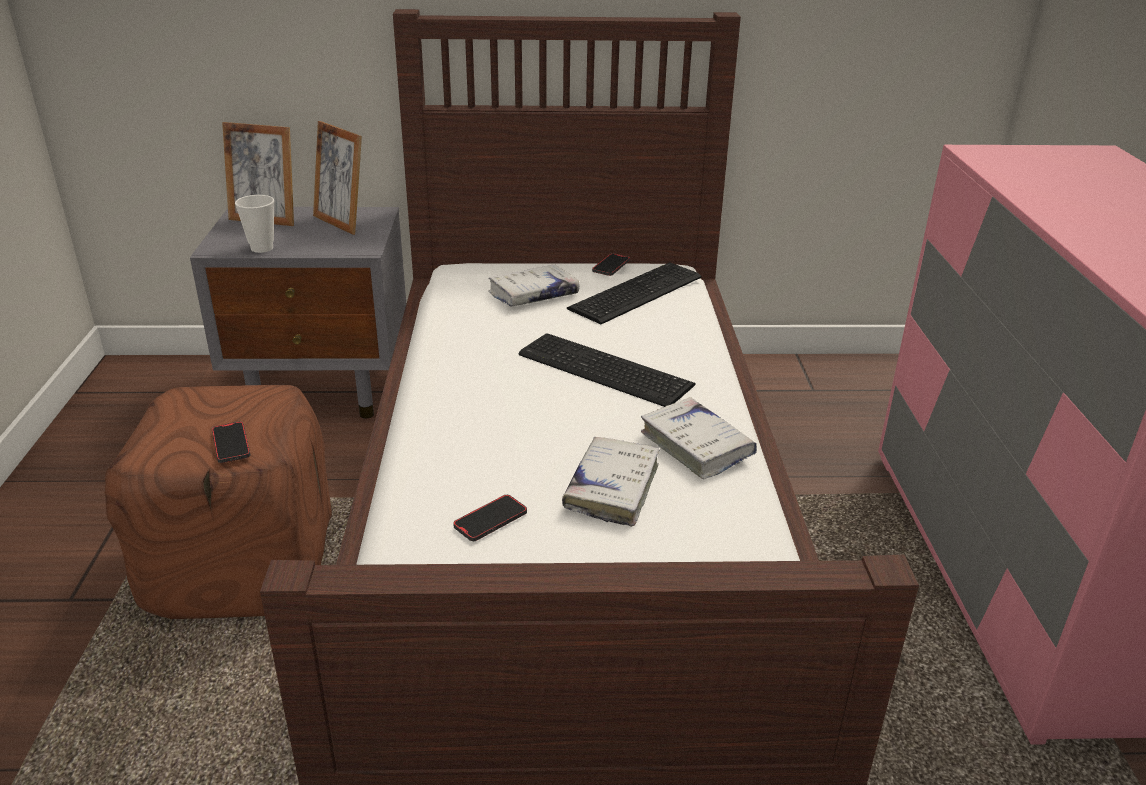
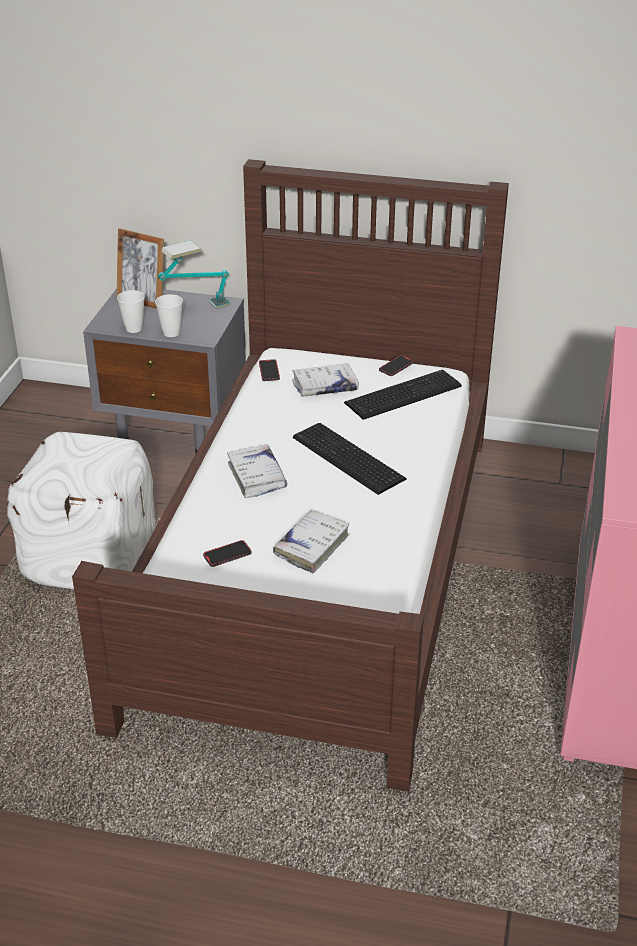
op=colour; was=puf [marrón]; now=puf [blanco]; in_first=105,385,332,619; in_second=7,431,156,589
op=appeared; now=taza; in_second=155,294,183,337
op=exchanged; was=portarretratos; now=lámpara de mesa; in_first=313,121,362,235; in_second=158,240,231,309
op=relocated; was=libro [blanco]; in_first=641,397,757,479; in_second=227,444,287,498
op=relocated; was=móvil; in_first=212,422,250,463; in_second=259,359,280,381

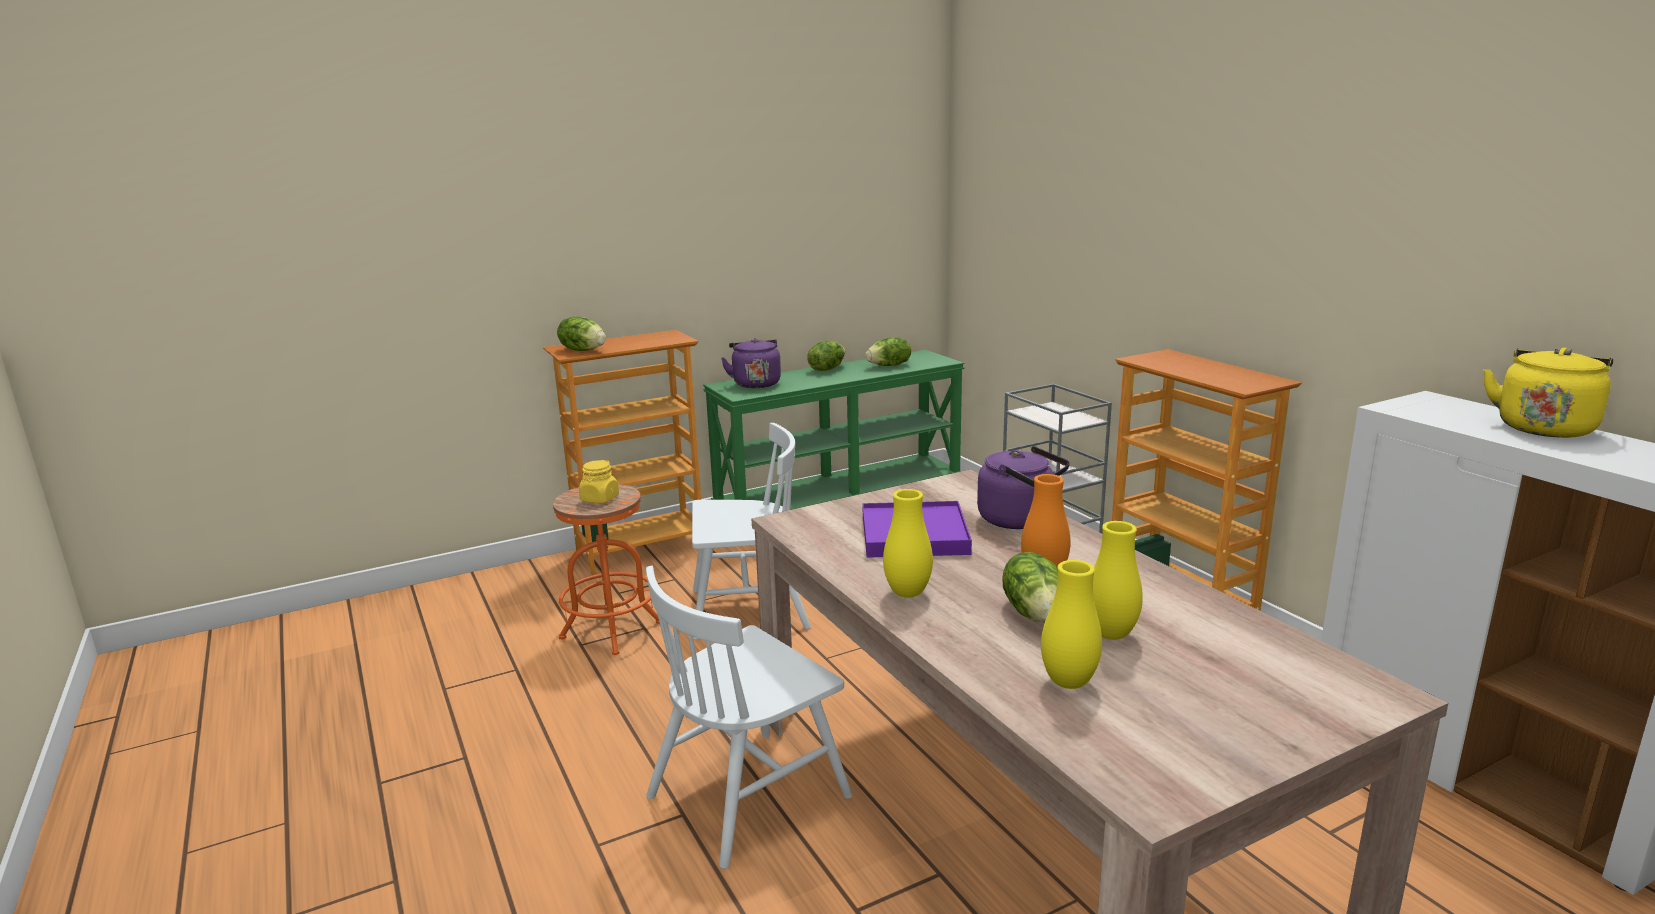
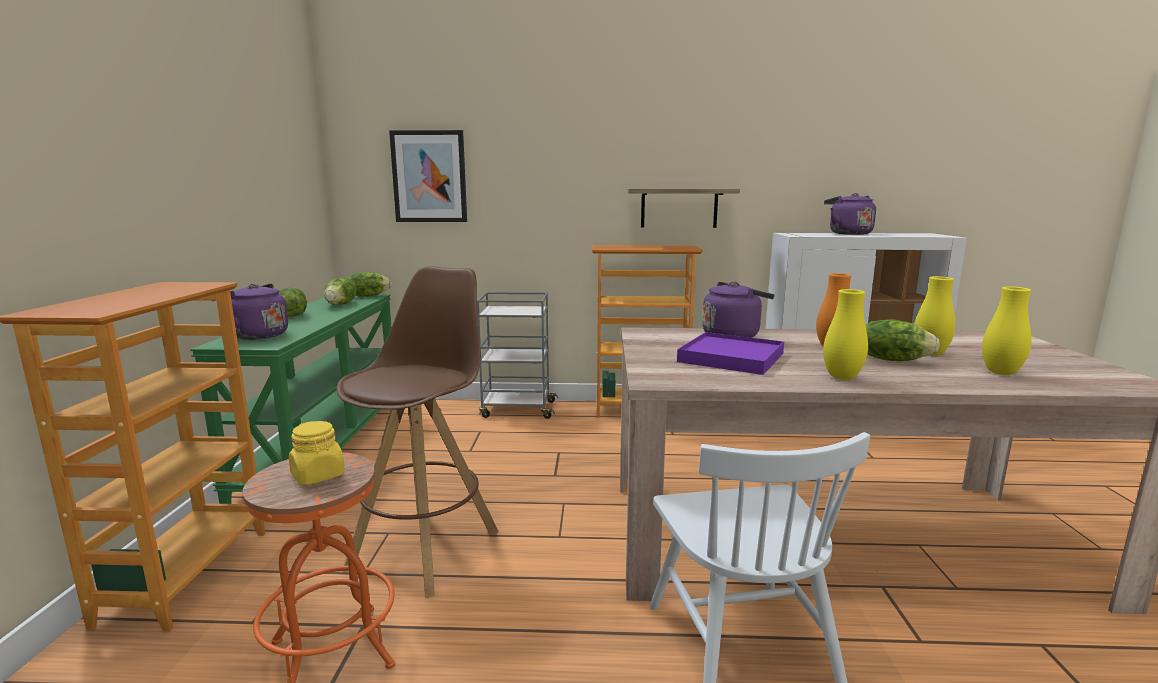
op=exchanged; was=silla [blanco]; now=taburete [marrón]; in_first=692,423,811,640; in_second=336,266,499,598
op=relocated; was=lechuga; in_first=557,317,606,351; in_second=348,272,392,297
op=appeared; now=cuadro; in_second=389,130,467,222
op=appeared; now=estante; in_second=627,189,740,228
op=colour; was=hervidor [amarillo]; now=hervidor [morado]; in_first=1483,348,1613,438; in_second=824,193,876,235

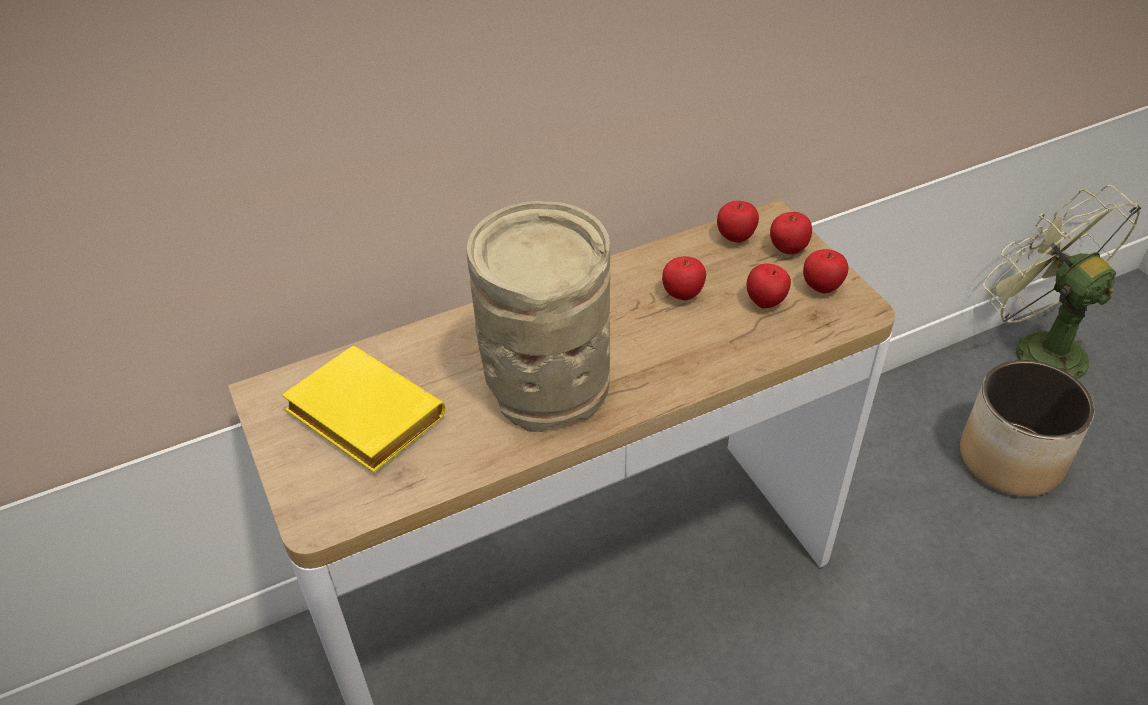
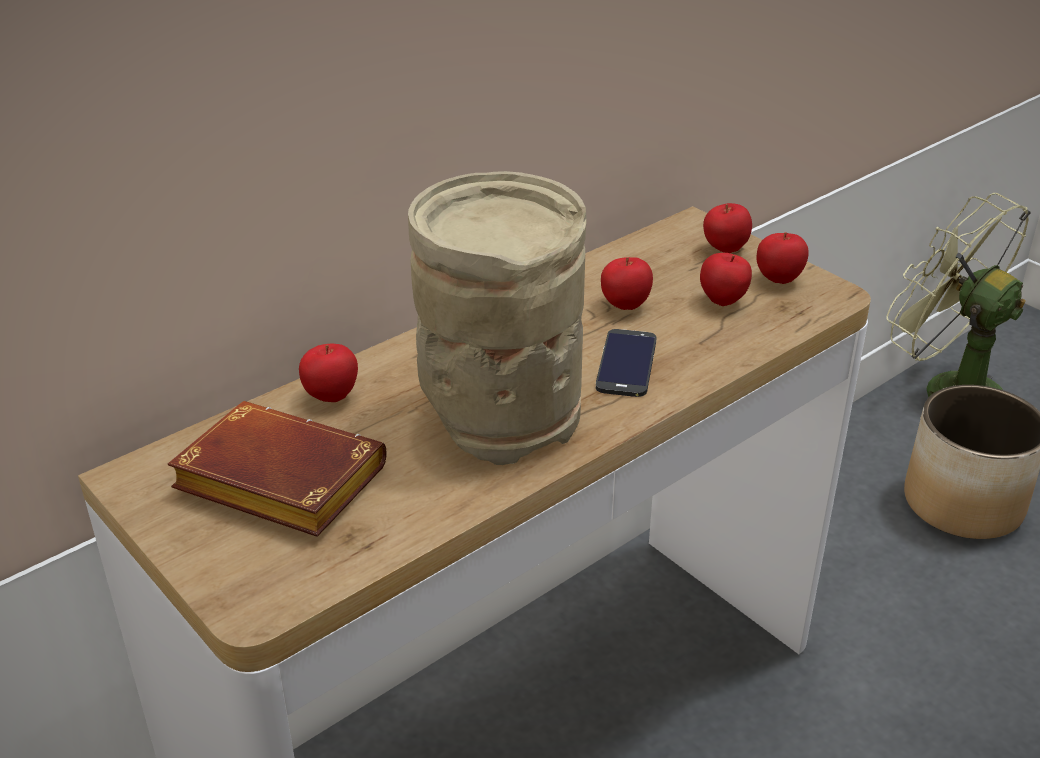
op=colour; was=libro [amarillo]; now=libro [marrón]; in_first=282,346,445,473; in_second=168,401,387,537
op=relocated; was=manzana; in_first=717,201,759,243; in_second=299,344,358,402
op=appeared; now=móvil; in_second=596,329,656,397

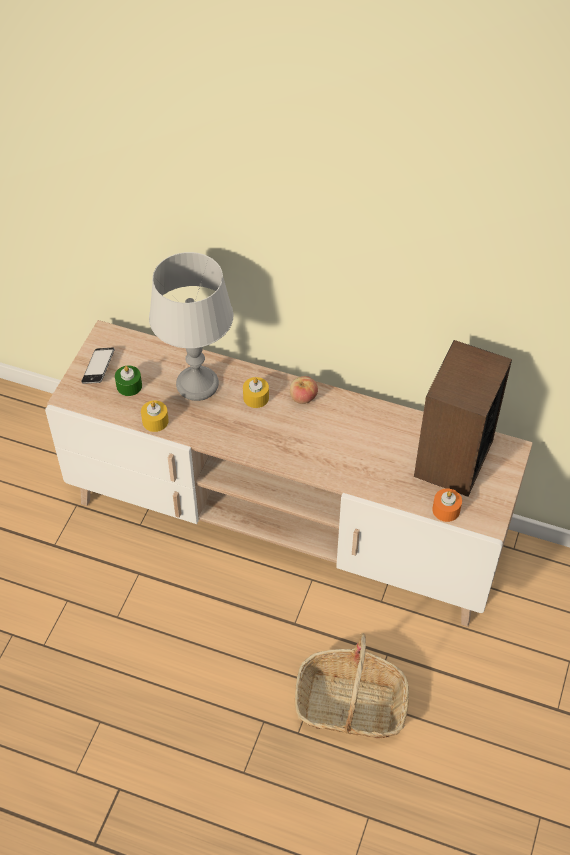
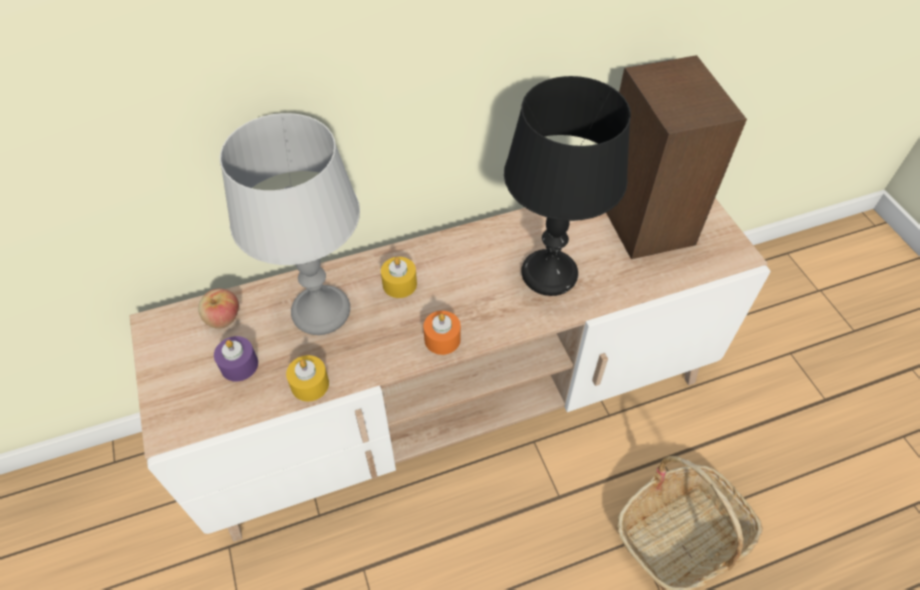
op=relocated; was=manzana; in_first=290,376,318,404; in_second=198,289,239,329
op=colour; was=vela [verde]; now=vela [morado]; in_first=115,365,142,396; in_second=214,336,258,381
op=relocated; was=vela [naranja]; in_first=432,488,462,522; in_second=424,311,461,355
op=appeared; now=lámpara de mesa [negro]; in_second=504,76,631,296
op=missing; was=móvil; in_first=81,347,115,384

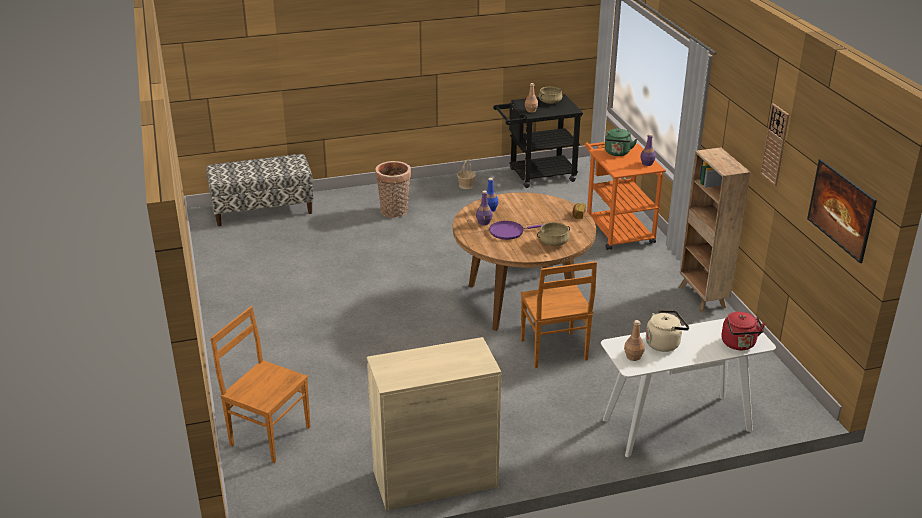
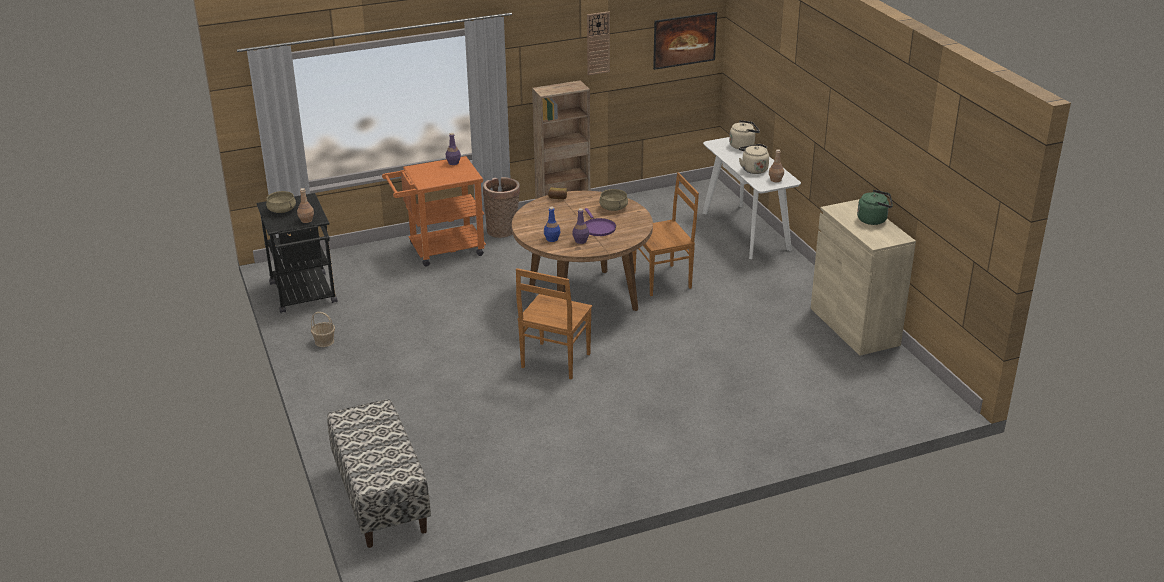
op=relocated; was=cesta; in_first=375,161,411,218; in_second=483,177,520,238
op=relocated; was=silla [marrón]; in_first=210,306,310,463; in_second=516,268,592,380
op=colour; was=hervidor [rojo]; now=hervidor [beis]; in_first=721,312,765,350; in_second=729,120,760,149
op=relocated; was=hervidor [verde]; in_first=605,129,637,156; in_second=857,190,893,225

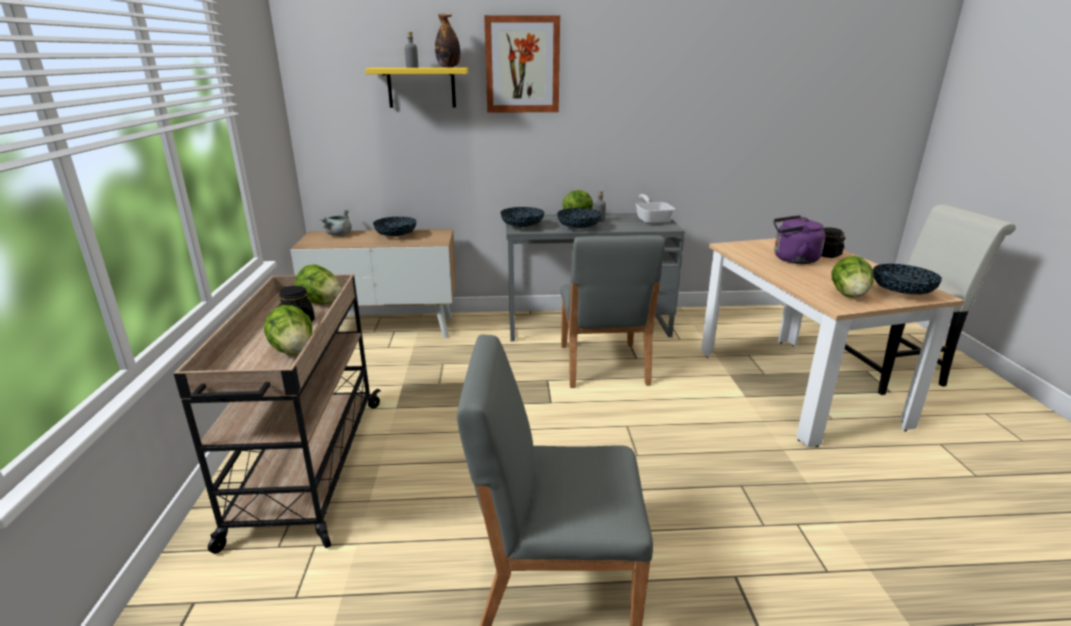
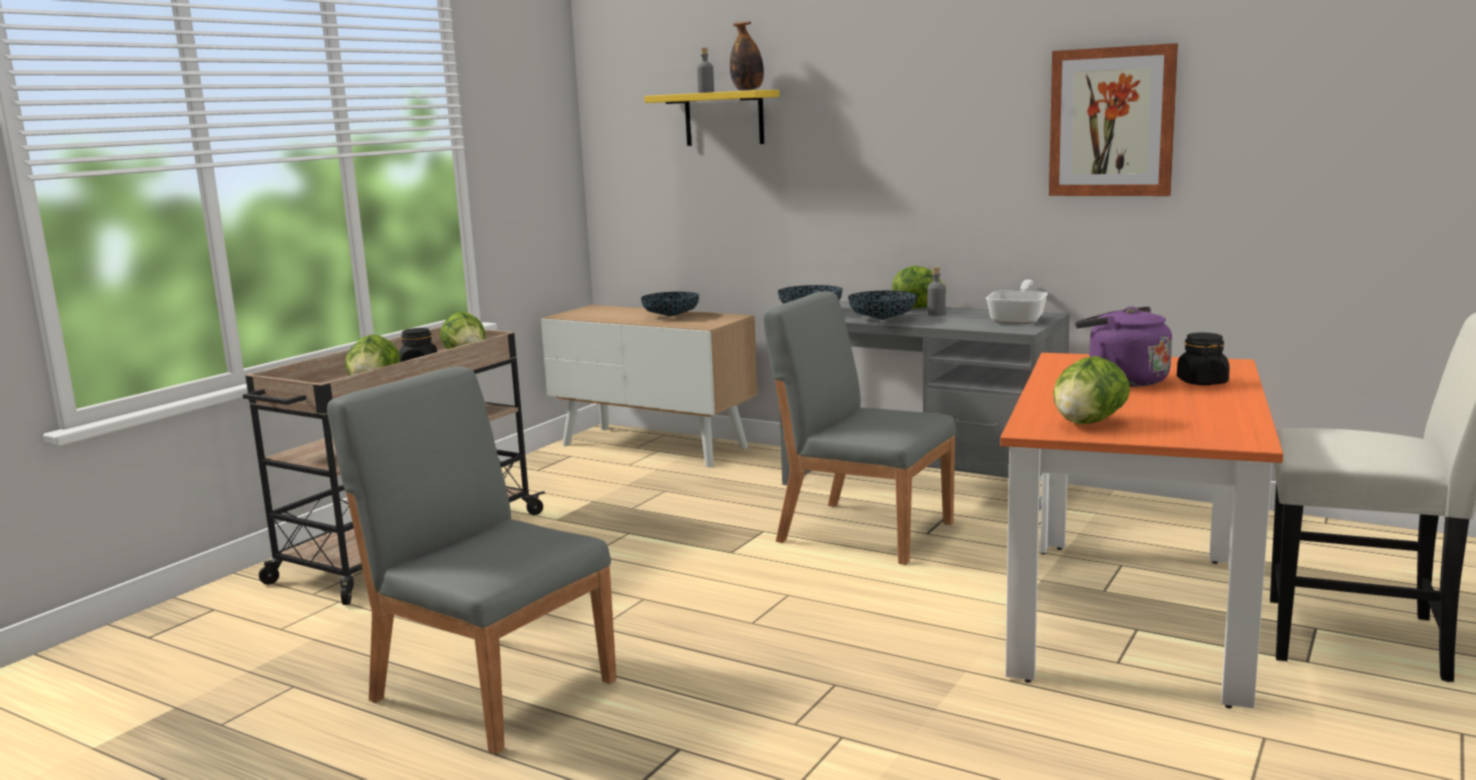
op=spun; was=silla [gris]; in_first=561,235,665,388; in_second=763,291,956,565; clockwise=90
op=colour; was=mesa de comedor [beis]; now=mesa de comedor [naranja]; in_first=701,238,964,447; in_second=1000,353,1283,709
op=relocated; was=cuadro; in_first=484,15,560,113; in_second=1049,43,1178,196
op=missing; was=olla [gris]; in_first=320,210,352,236
op=missing; was=cuenco; in_first=873,264,942,295

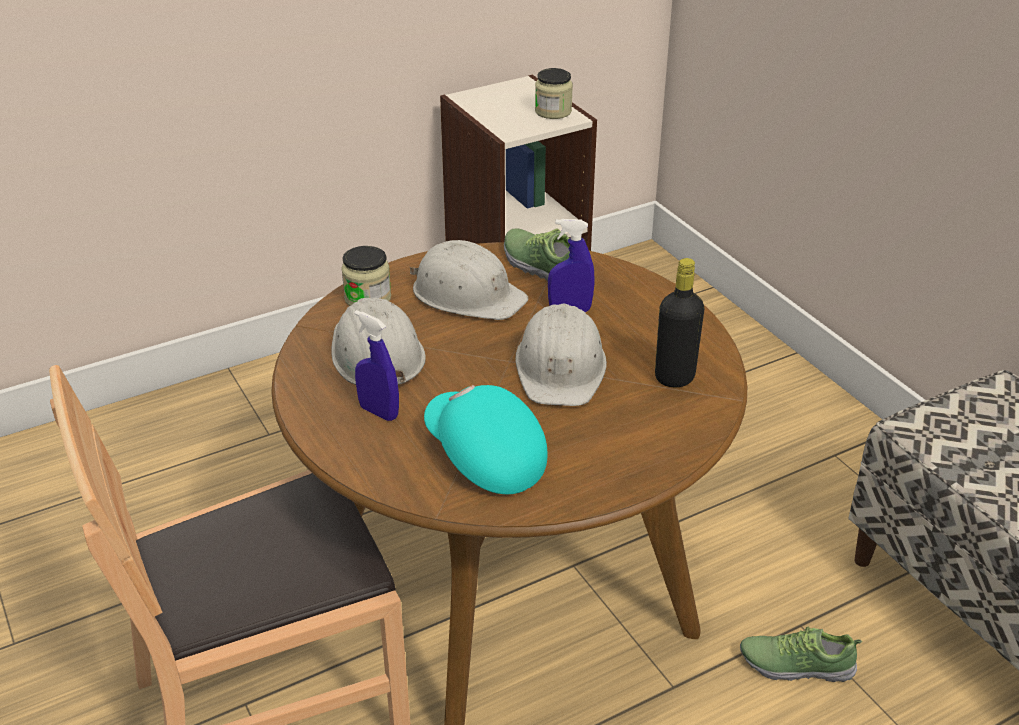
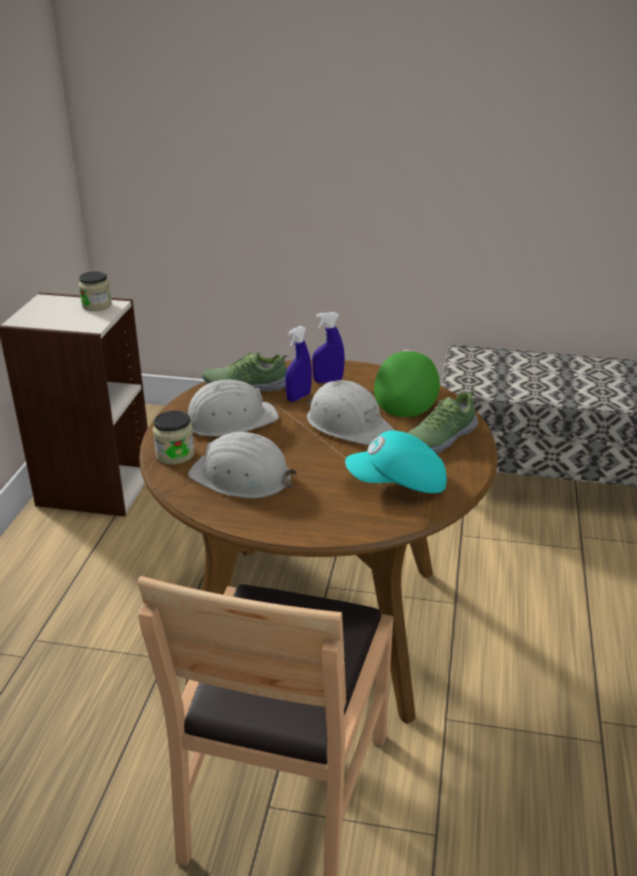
op=relocated; was=pulverizador [azul]; in_first=354,310,399,421; in_second=312,312,345,383
op=exchanged; was=botella [negro]; now=gorra [verde]; in_first=655,258,704,387; in_second=374,349,440,417
op=relocated; was=zapato; in_first=740,627,862,682; in_second=408,390,478,453

